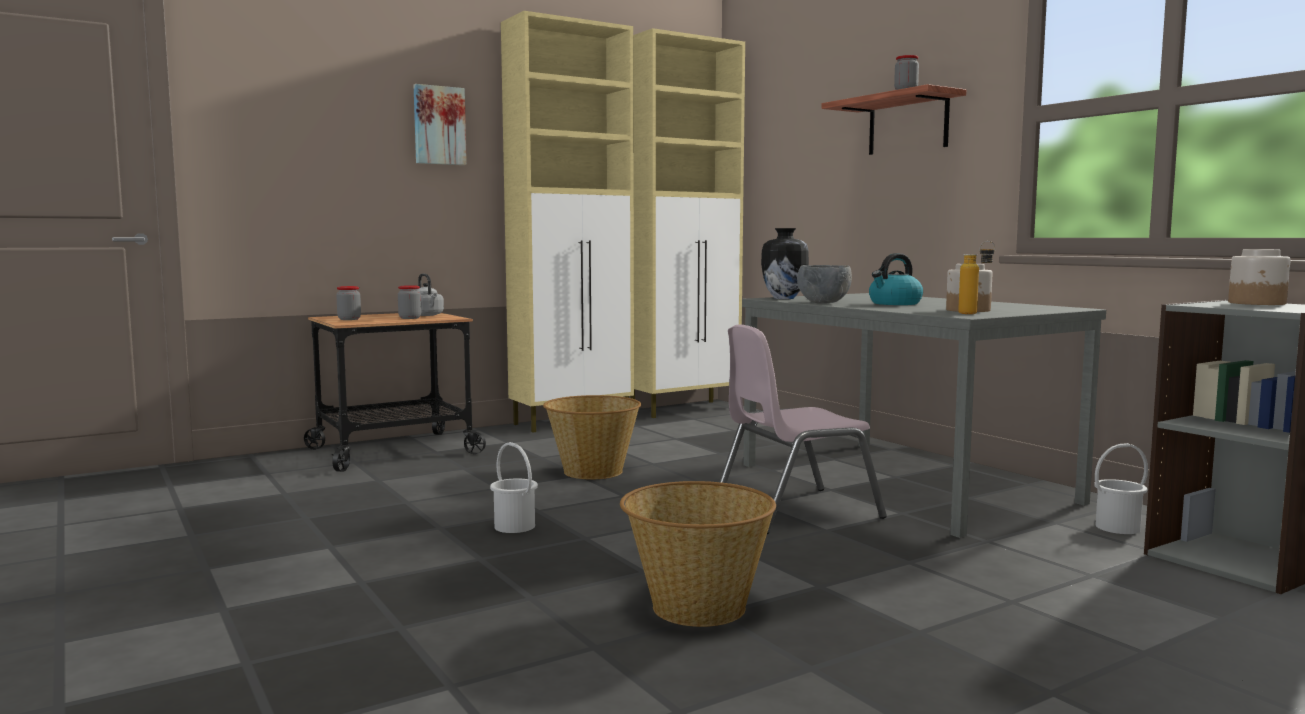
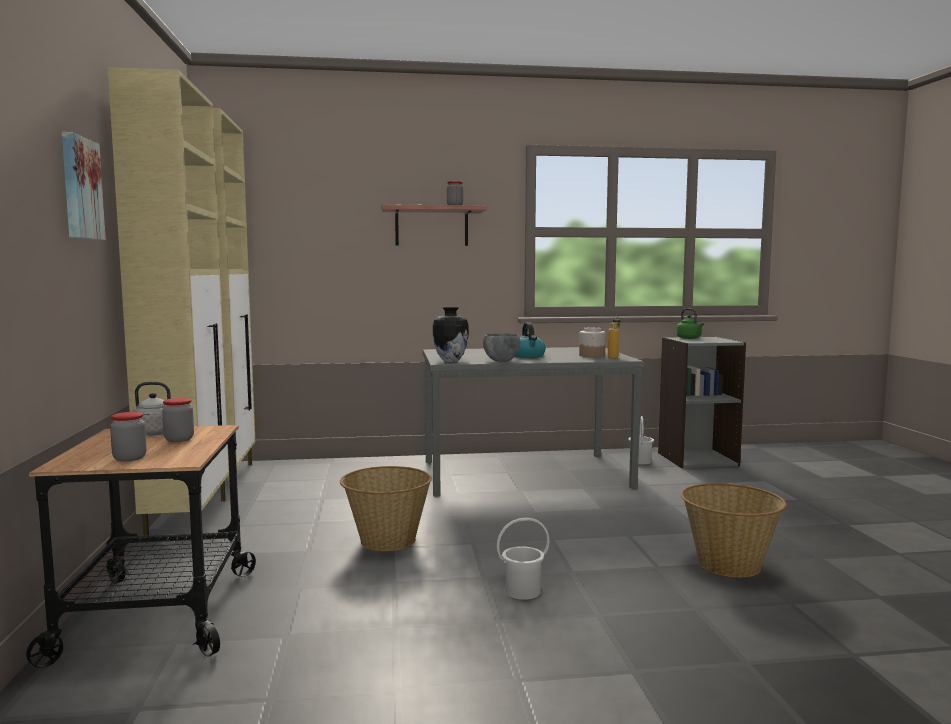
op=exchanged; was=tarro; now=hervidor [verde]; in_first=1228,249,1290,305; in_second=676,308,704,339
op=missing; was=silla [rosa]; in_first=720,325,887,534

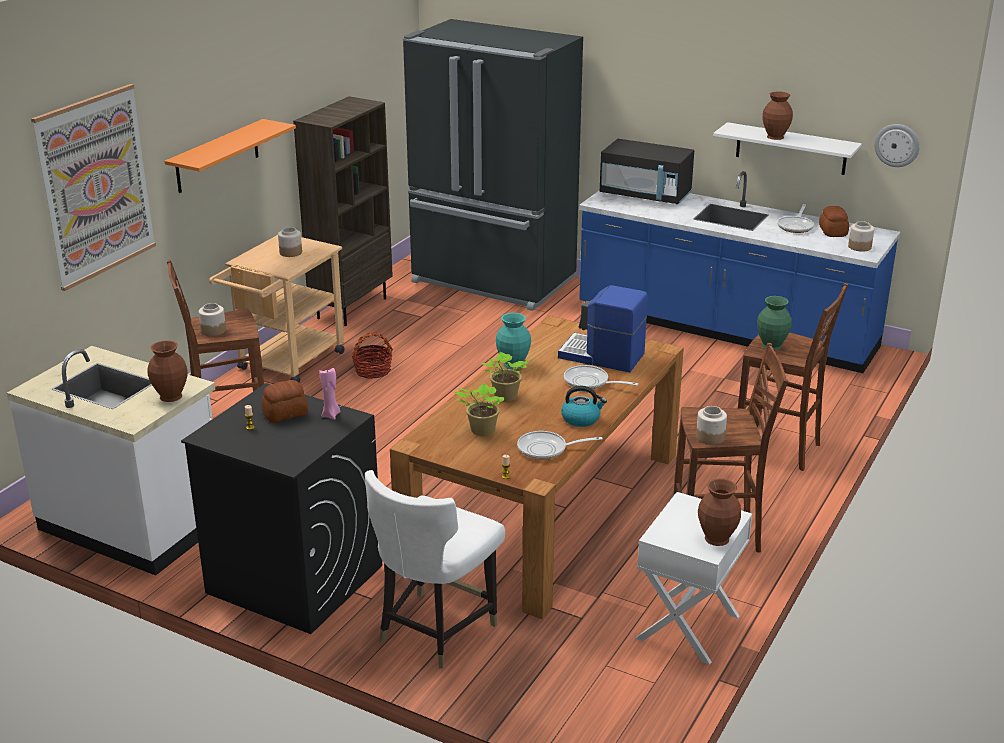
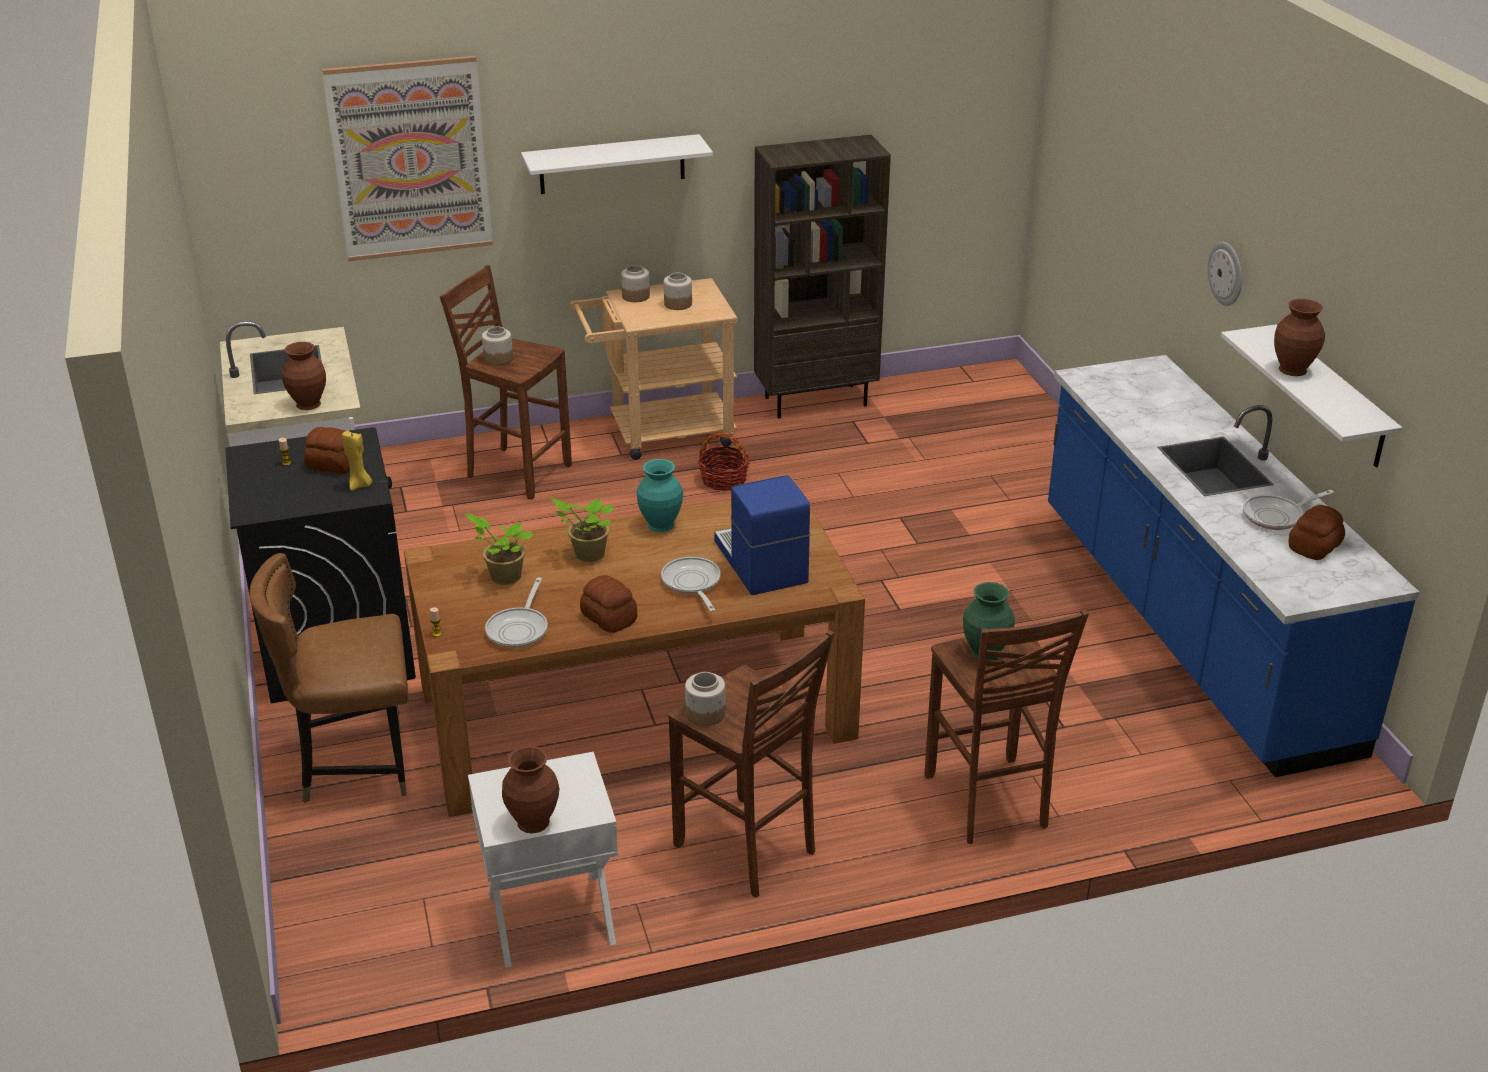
op=colour; was=silla [blanco]; now=silla [marrón]; in_first=365,470,505,669; in_second=249,553,408,803
op=colour; was=vela [rosa]; now=vela [amarillo]; in_first=319,368,340,420; in_second=342,431,372,491
op=spun; was=sartén; in_first=517,431,602,460; in_second=485,577,548,648; clockwise=-120
op=colour; was=estante [naranja]; now=estante [blanco]; in_first=165,119,296,193; in_second=521,134,713,194
op=exchanged; was=hervidor; now=pan; in_first=561,386,607,427; in_second=580,575,637,633
op=relocated; was=tarro; in_first=848,221,874,252; in_second=621,265,650,302
op=relocated; was=reloj de pared; in_first=874,124,920,167; in_second=1208,242,1242,306
op=missing; was=nevera [negro]; in_first=403,19,583,311
op=missing; was=microondas [negro]; in_first=600,139,694,205

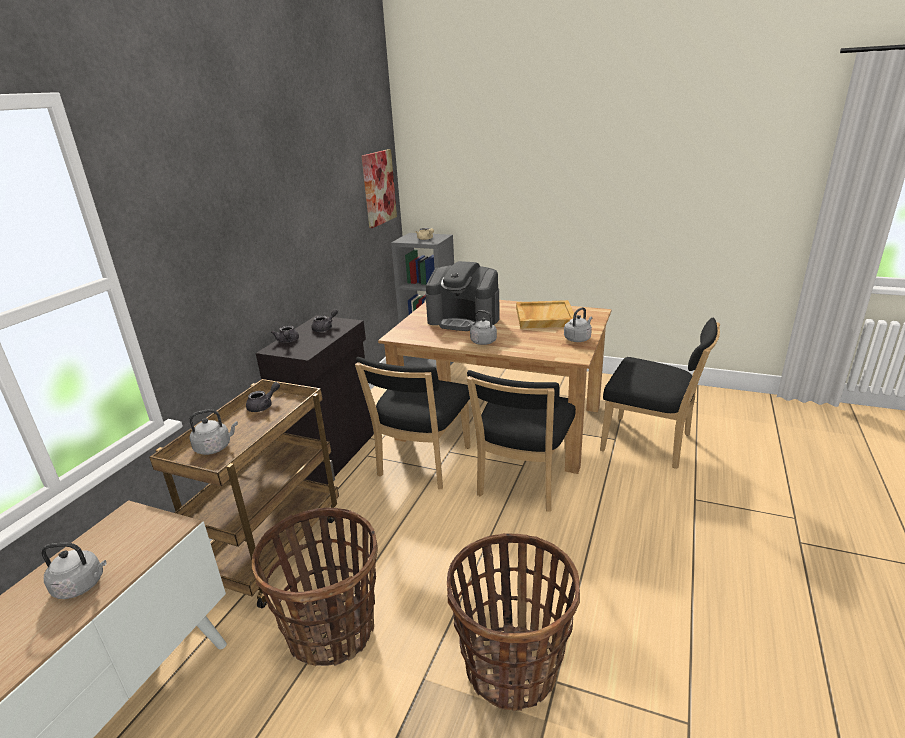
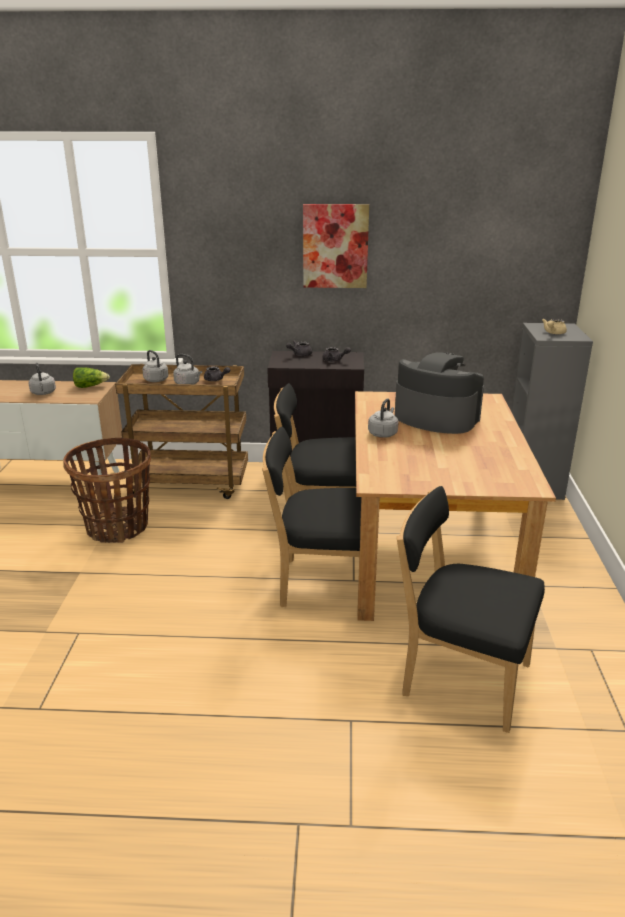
op=appeared; now=lechuga; in_second=73,368,110,388
op=relocated; was=hervidor [gris]; in_first=564,307,592,342; in_second=173,354,202,384
op=relocated; was=cuadro; in_first=361,149,397,228; in_second=303,204,369,288
op=spun; was=cafetera; in_first=425,261,500,331; in_second=395,353,484,434; clockwise=120
op=spun; was=silla [negro]; in_first=600,318,720,469; in_second=397,486,545,733; clockwise=105
op=missing; was=cesta; in_first=447,533,580,711
op=missing; was=bandeja [beis]; in_first=516,300,574,329

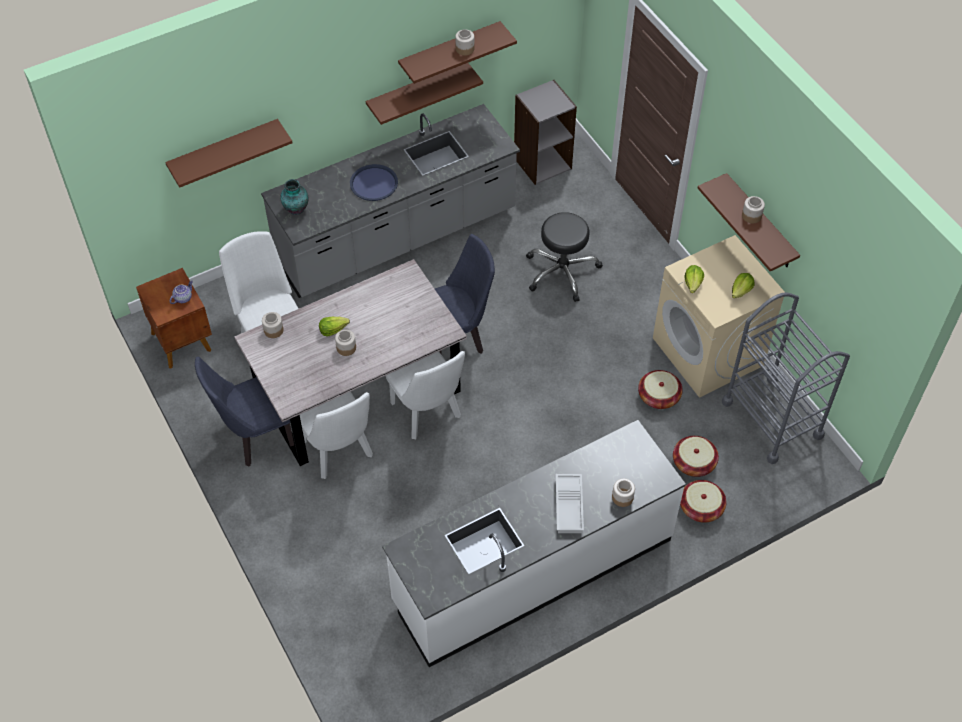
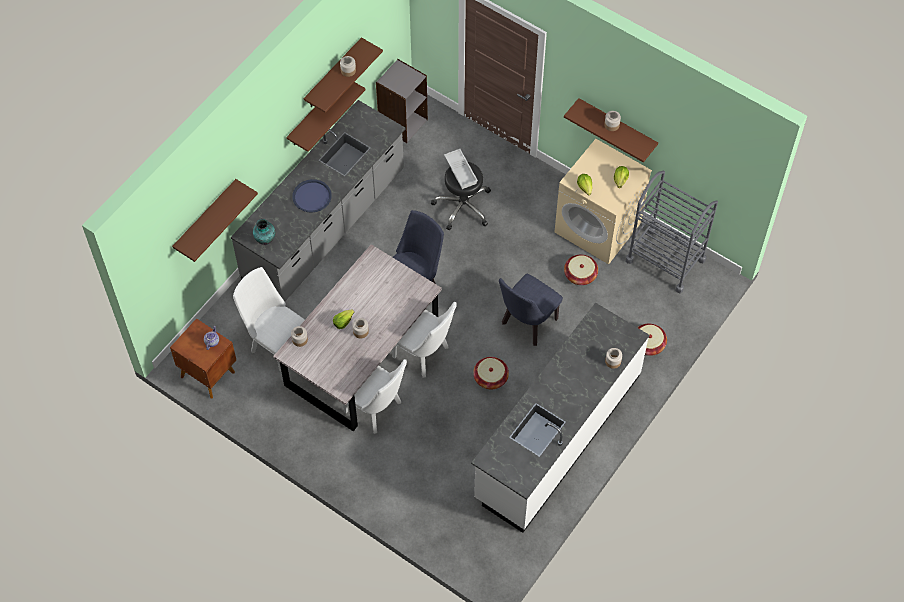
op=relocated; was=bandeja [blanco]; in_first=556,474,584,533; in_second=444,149,478,189
op=relocated; was=cesta; in_first=673,436,719,477; in_second=473,357,509,389
op=relocated; was=silla [azul]; in_first=195,357,294,467; in_second=499,274,563,346

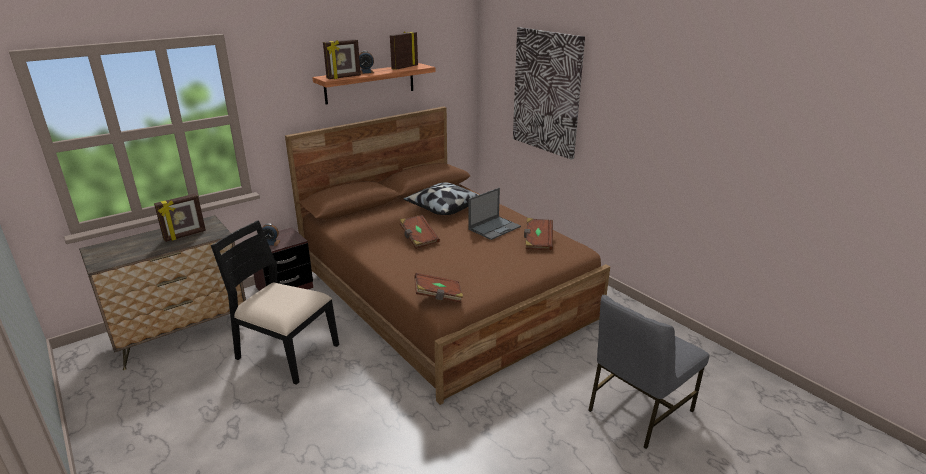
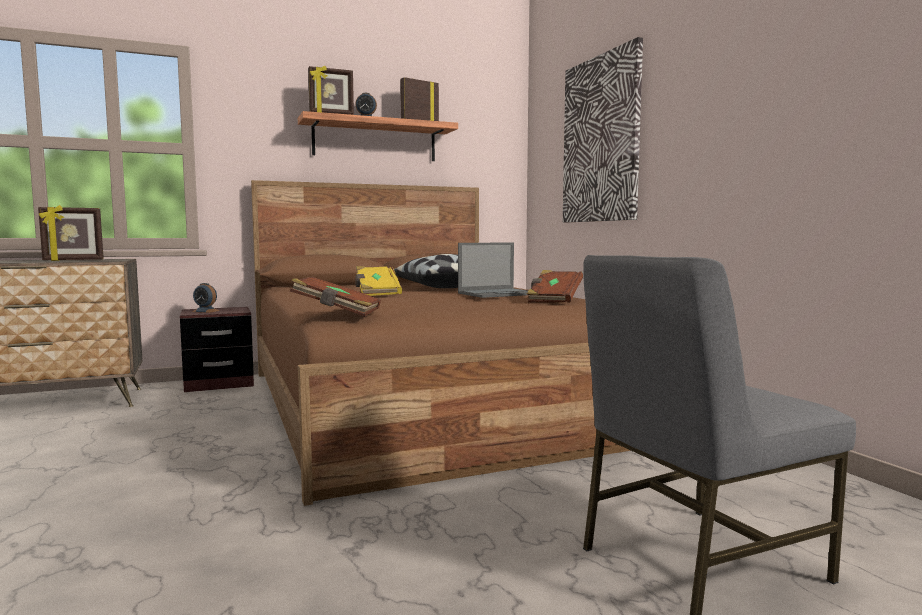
op=colour; was=libro [marrón]; now=libro [amarillo]; in_first=400,215,440,249; in_second=355,266,402,296
op=missing; was=silla [negro]; in_first=211,220,339,385

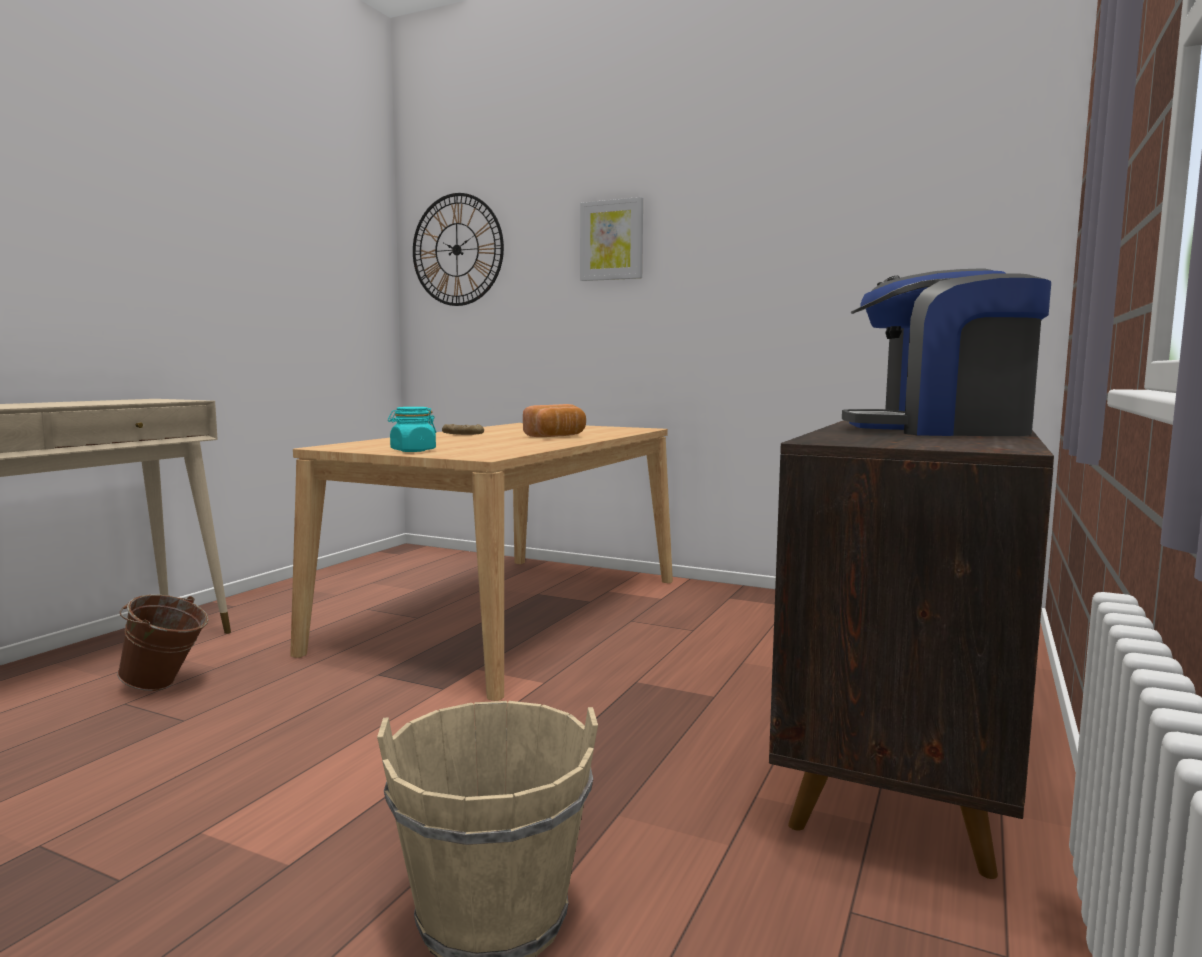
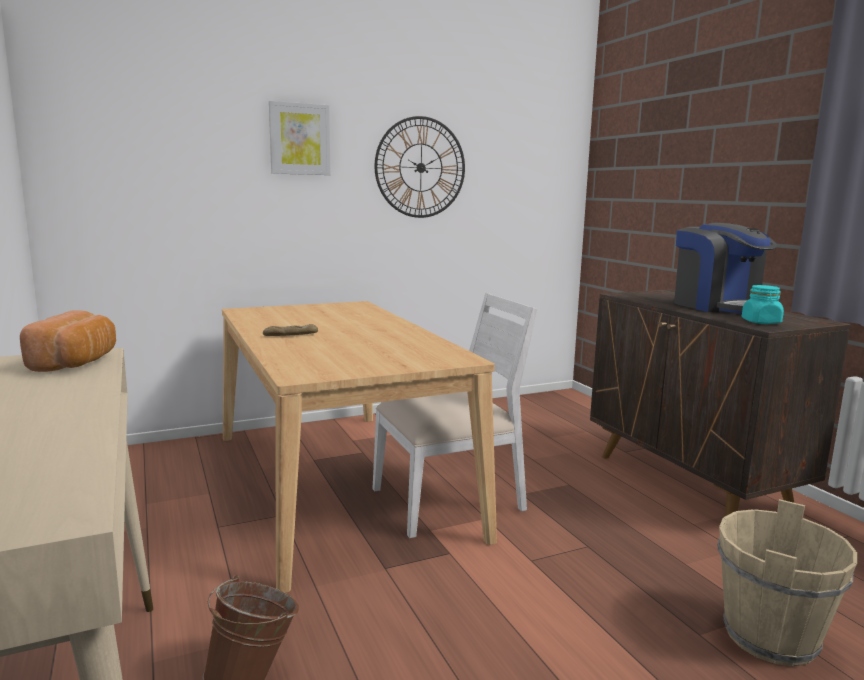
op=relocated; was=pan; in_first=523,404,586,437; in_second=20,311,116,372
op=appeared; now=silla [blanco]; in_second=373,293,537,538
op=relocated; was=reloj de pared; in_first=413,193,504,306; in_second=375,116,465,218
op=spun; was=cafetera; in_first=842,268,1051,436; in_second=674,223,777,313; clockwise=-75
op=relocated; was=tarro [turquesa]; in_first=388,407,436,452; in_second=742,285,784,324

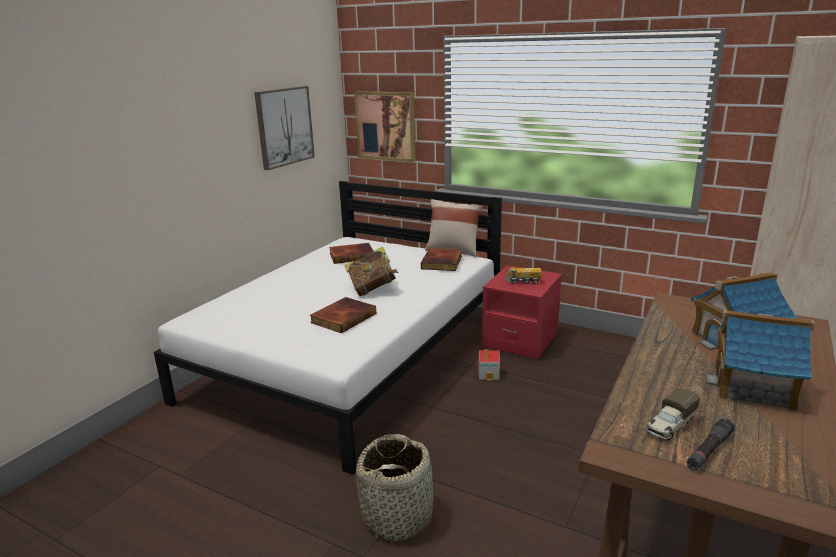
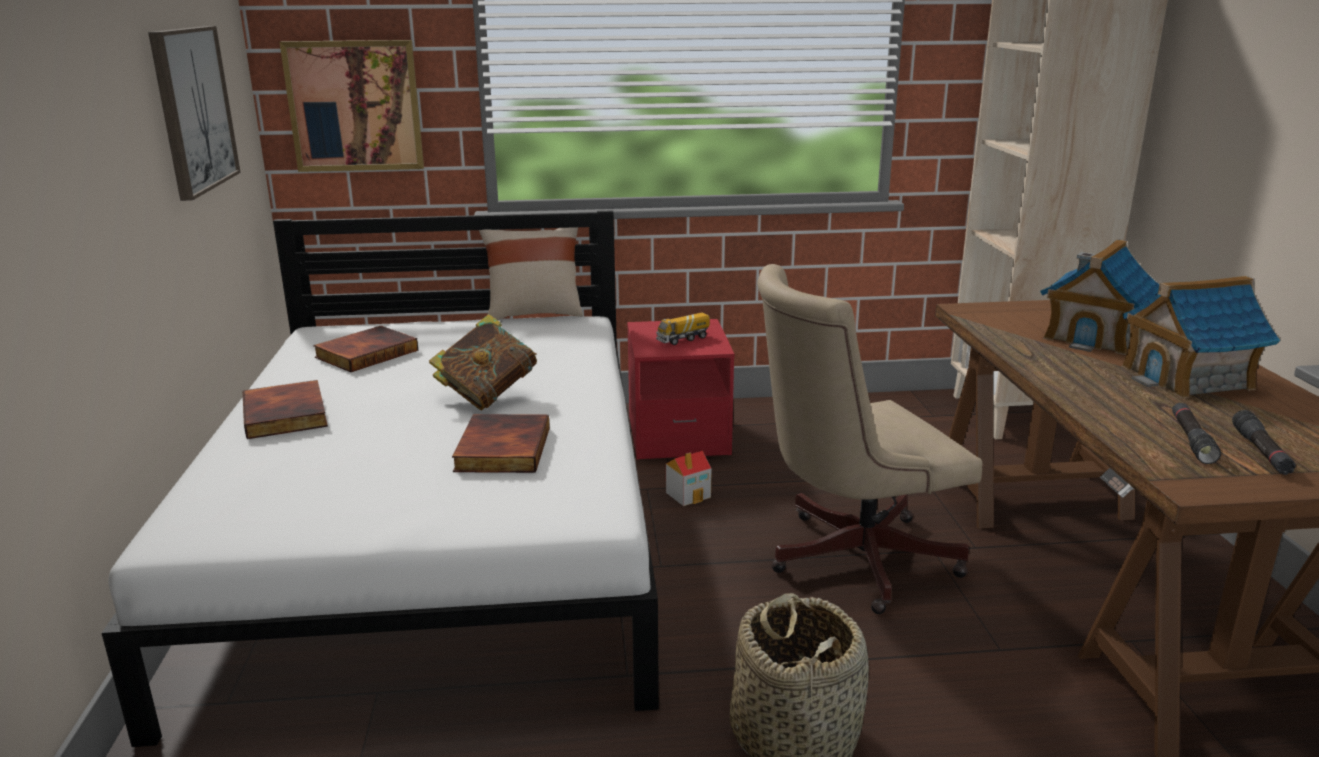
op=relocated; was=libro; in_first=421,248,462,271; in_second=243,380,328,439
op=appeared; now=silla de oficina [beis]; in_second=757,264,982,614
op=exchanged; was=camión de juguete; now=linterna [negro]; in_first=645,388,700,440; in_second=1172,403,1221,464

